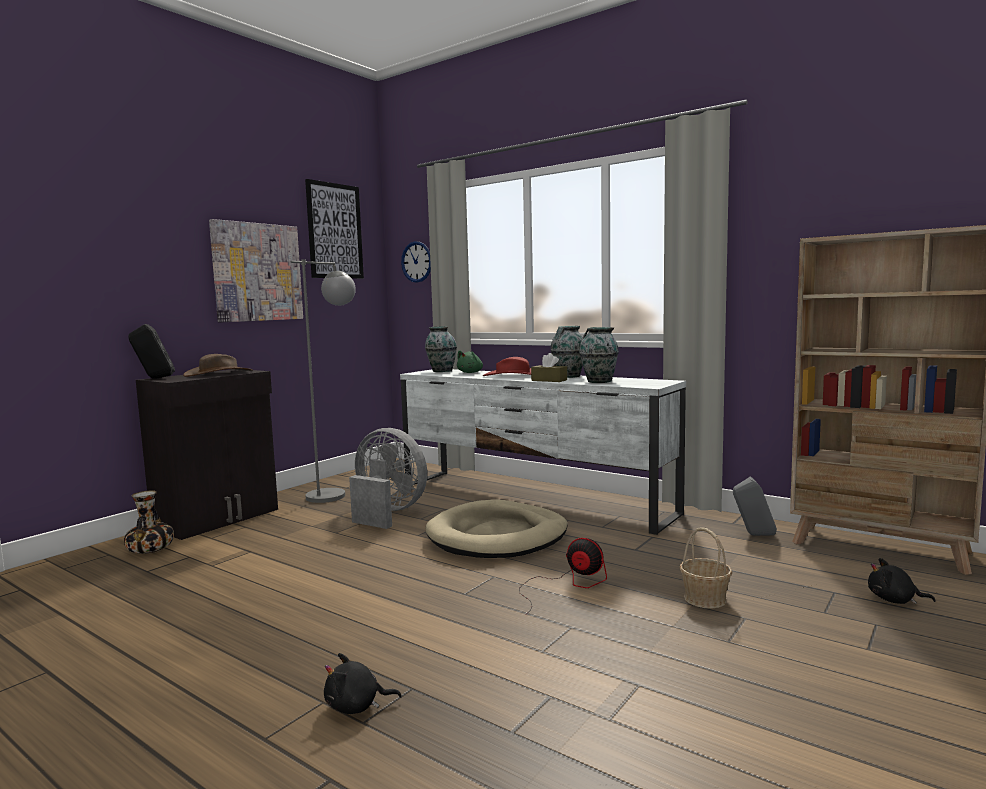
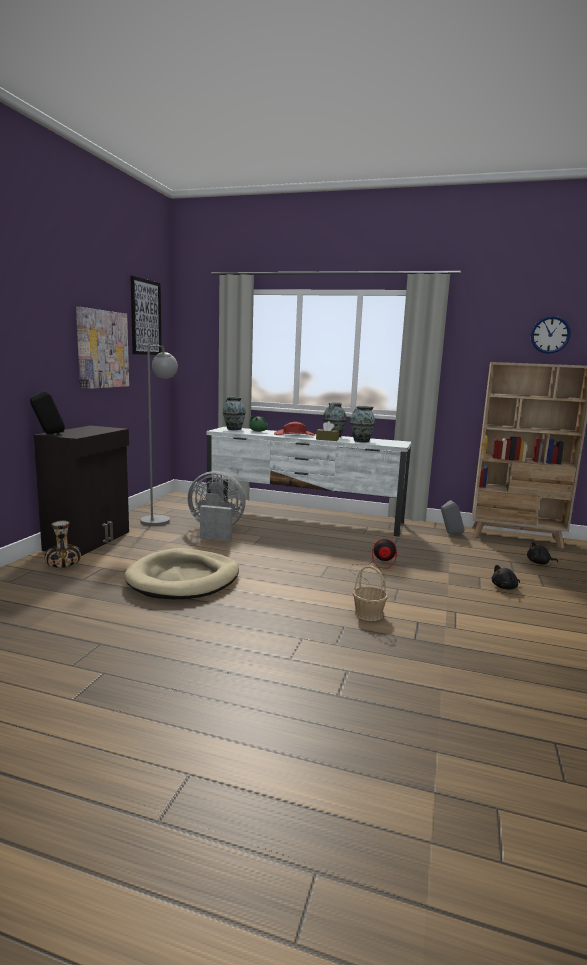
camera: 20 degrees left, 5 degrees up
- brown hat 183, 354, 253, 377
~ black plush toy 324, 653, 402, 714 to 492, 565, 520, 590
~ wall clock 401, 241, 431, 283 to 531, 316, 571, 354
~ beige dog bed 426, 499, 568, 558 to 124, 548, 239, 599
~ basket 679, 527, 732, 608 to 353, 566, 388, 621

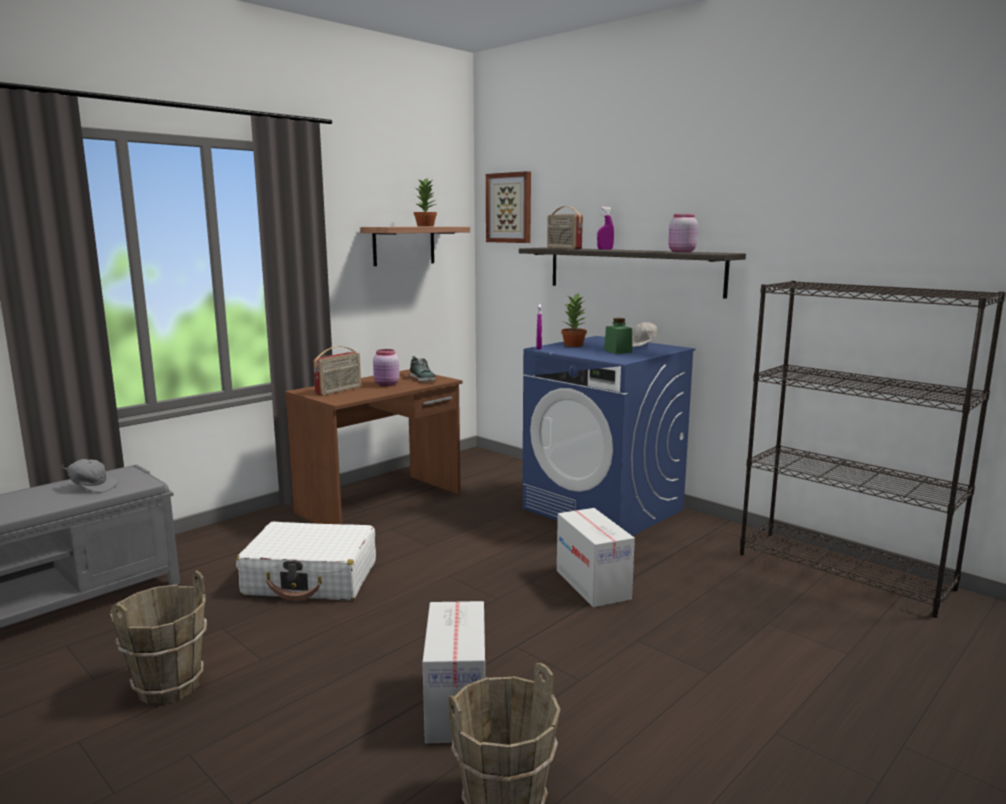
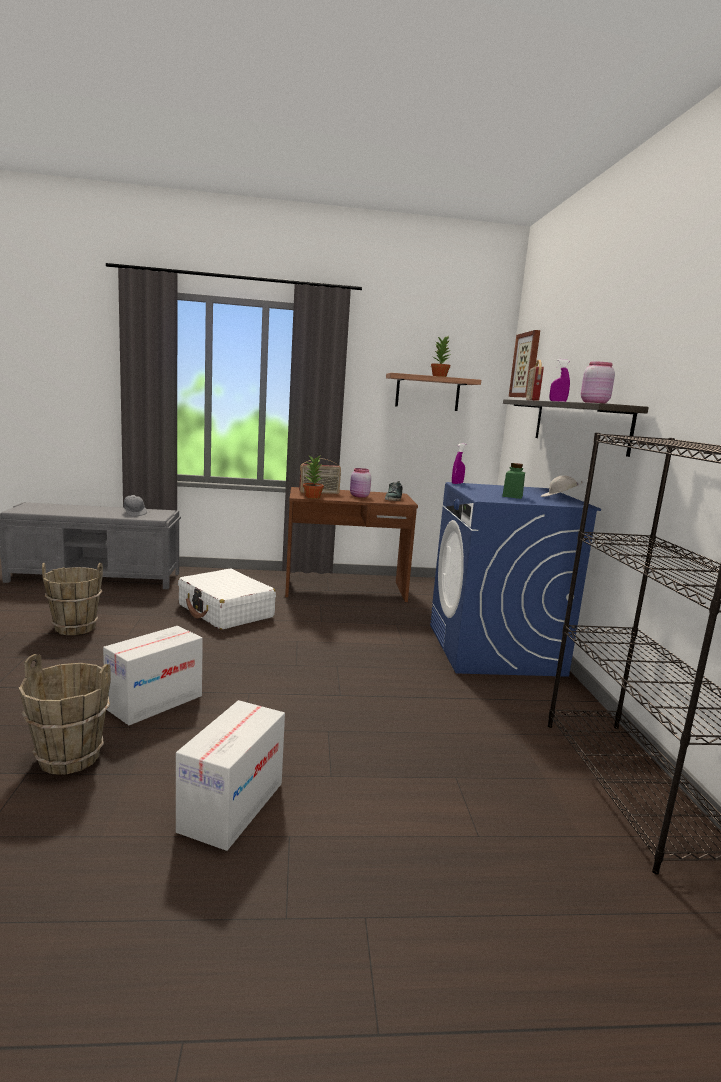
camera: 40 degrees right, 0 degrees up
~ cardboard box 557, 508, 635, 607 to 176, 700, 285, 851
~ potted plant 561, 293, 587, 347 to 303, 456, 324, 499

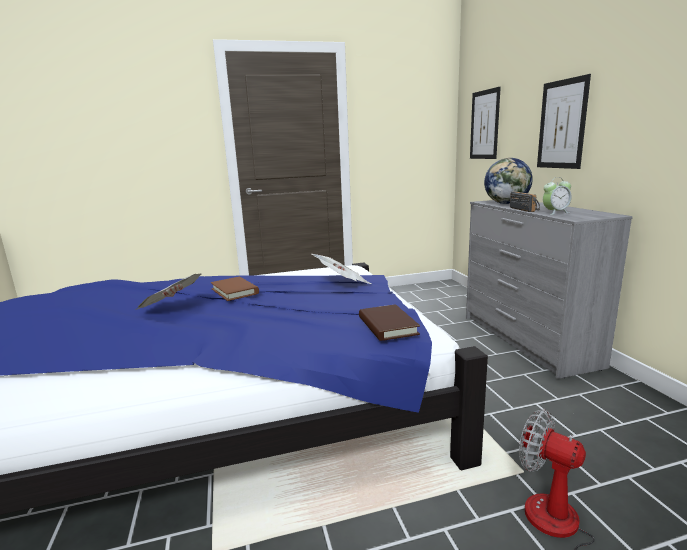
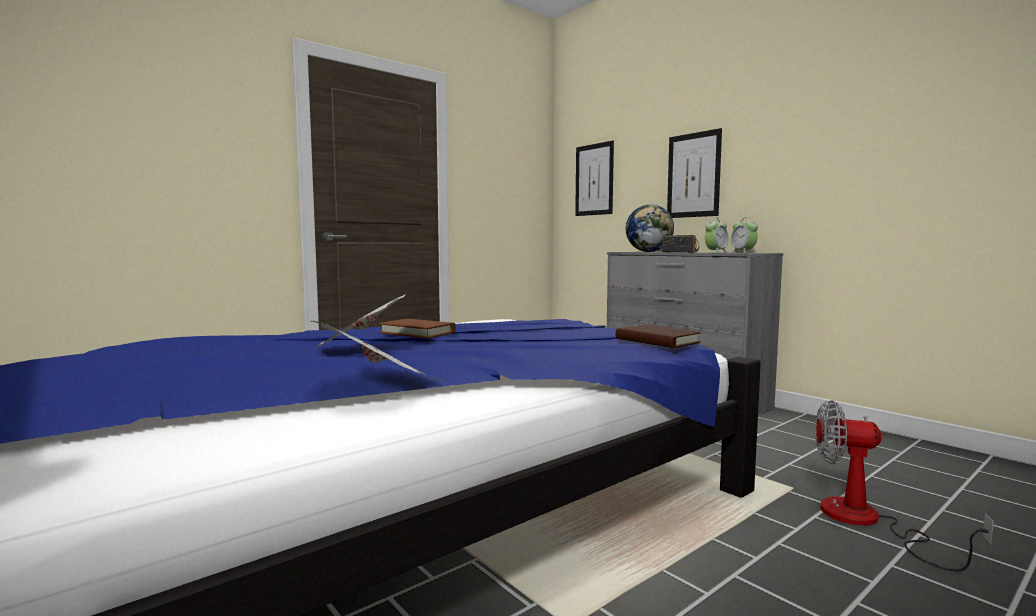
camera: 25 degrees left, 10 degrees down
~ newspaper 311, 254, 371, 284 to 311, 321, 445, 381
+ alarm clock 730, 217, 758, 253

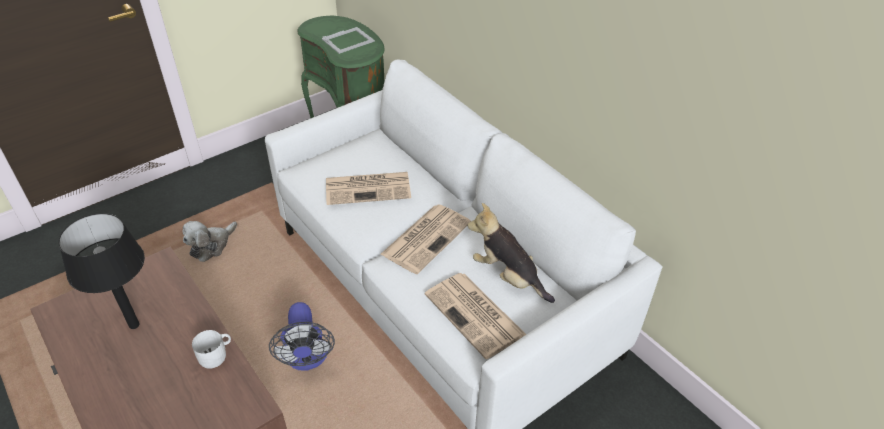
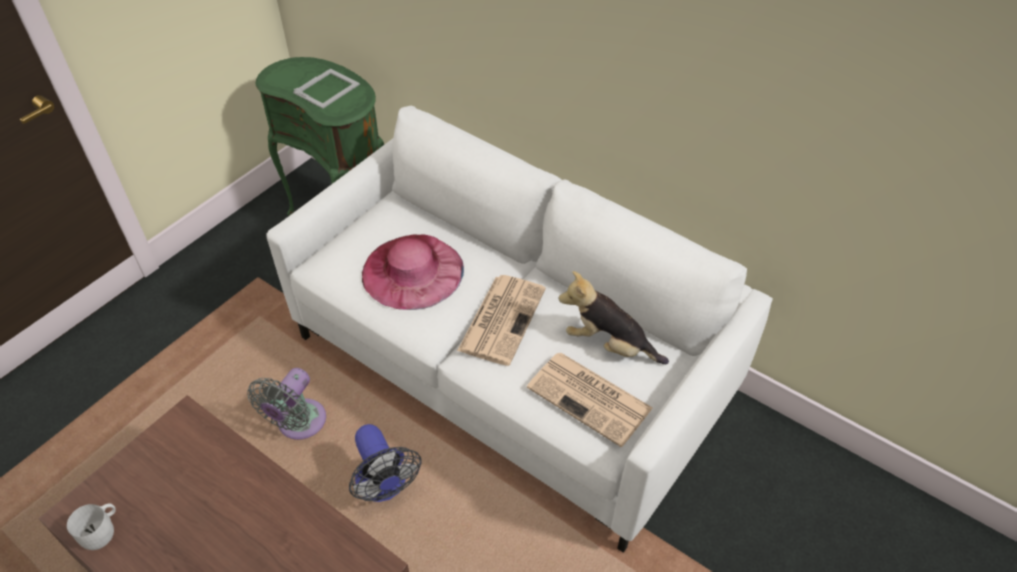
camera: 15 degrees left, 5 degrees up
- black table lamp 58, 213, 145, 329
- plush toy 183, 221, 237, 262
~ white mug 192, 330, 231, 369 to 67, 504, 116, 550
~ newspaper 326, 172, 411, 205 to pink hat 362, 234, 464, 310
+ grey fan 247, 368, 326, 440

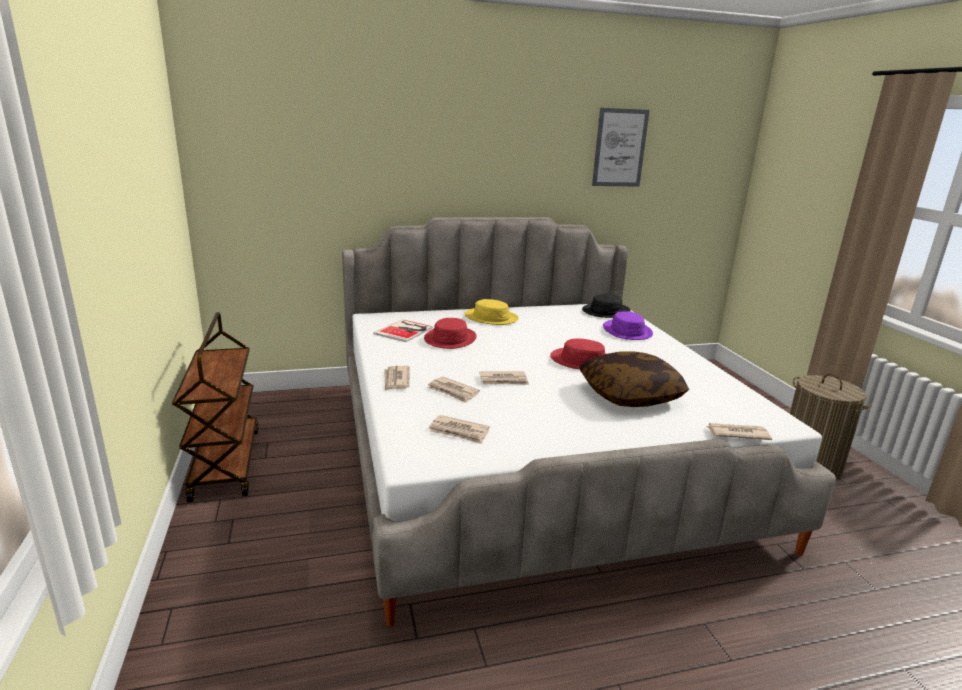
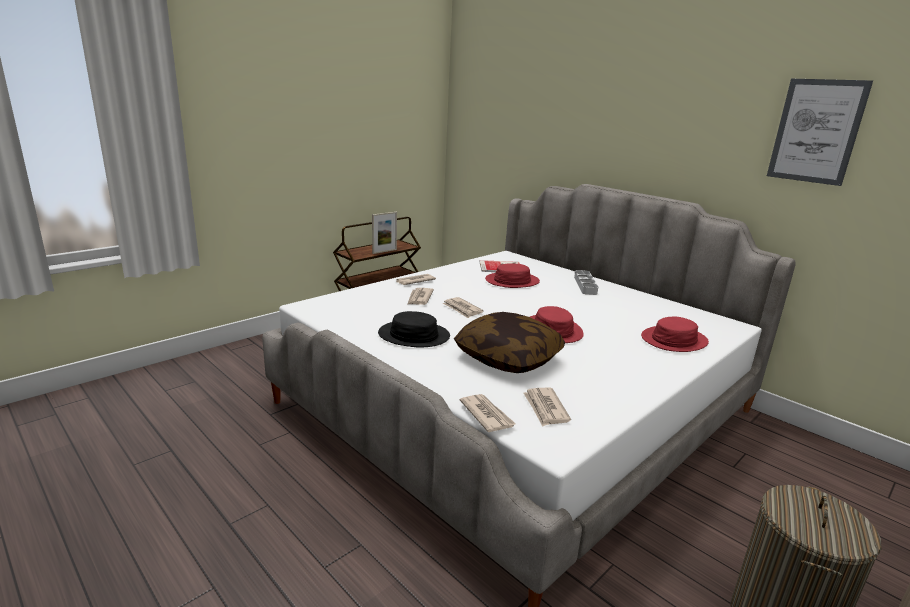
camera: 60 degrees right, 0 degrees up
~ newspaper 429, 415, 490, 444 to 523, 388, 571, 427
~ yellow hat 464, 299, 519, 325 to grey tray 574, 270, 598, 295
~ black hat 582, 294, 631, 318 to 378, 311, 450, 347
~ purple hat 603, 311, 653, 340 to red hat 641, 317, 709, 352
+ picture frame 372, 212, 397, 254

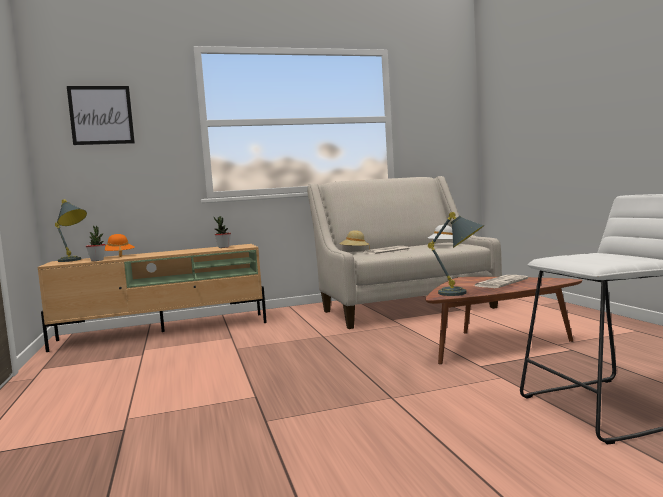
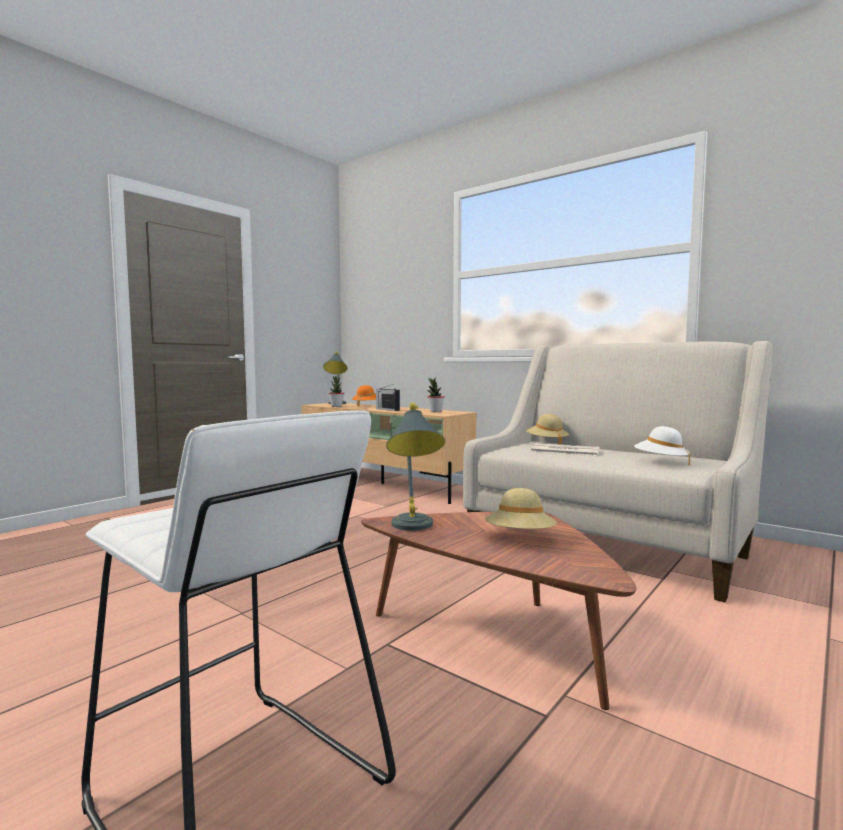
camera: 55 degrees right, 0 degrees up
- picture 67, 86, 135, 145
~ newspaper 475, 275, 528, 288 to beige hat 485, 488, 557, 529
+ radio 376, 384, 400, 411

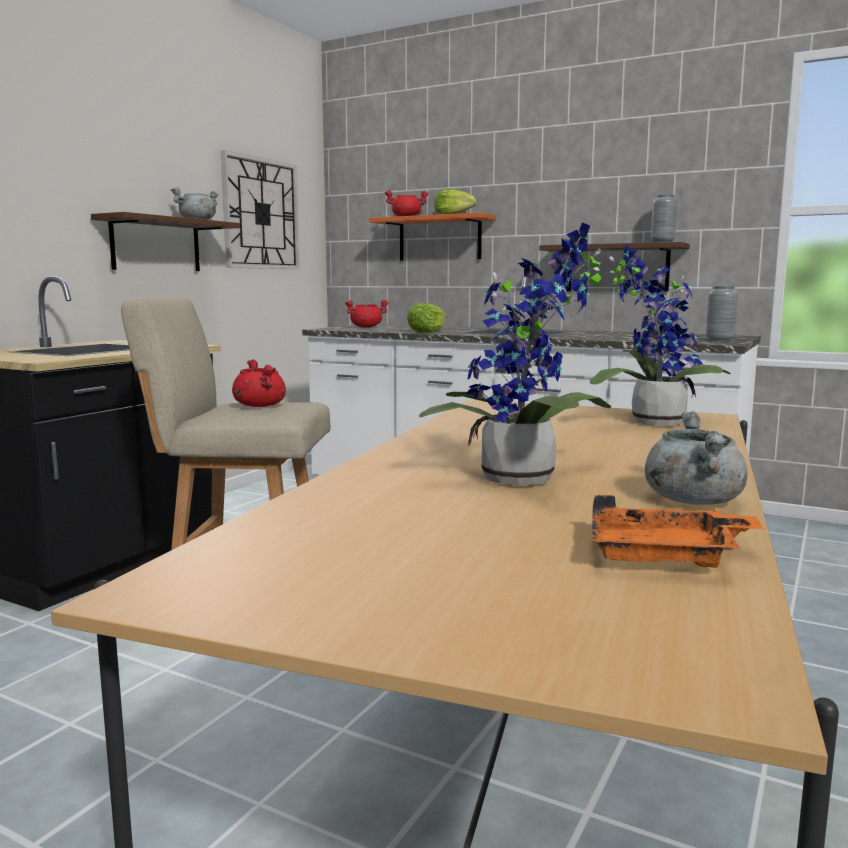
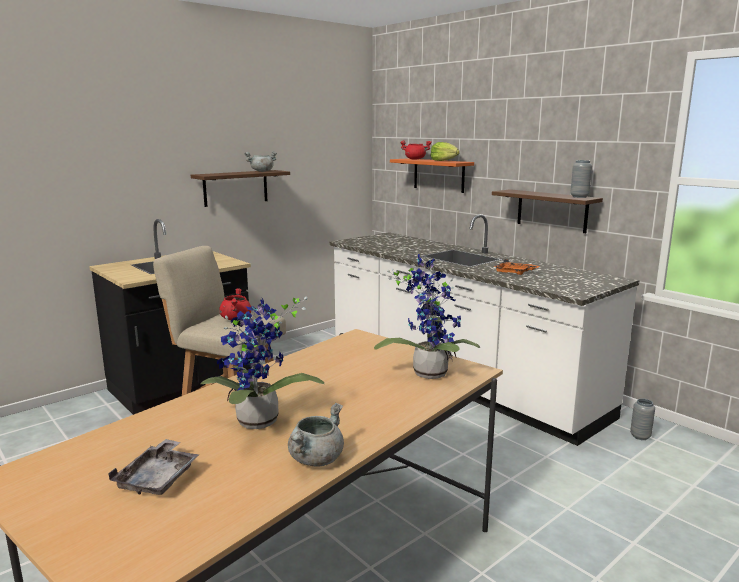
camera: 20 degrees right, 5 degrees up
- wall clock 221, 150, 300, 269
- red cooking pot 345, 300, 389, 328
- lettuce 407, 303, 446, 332
~ orange tray 592, 495, 764, 568 to 494, 259, 540, 275
~ grey vase 706, 286, 738, 342 to 630, 398, 655, 440
+ grey tray 108, 439, 199, 495

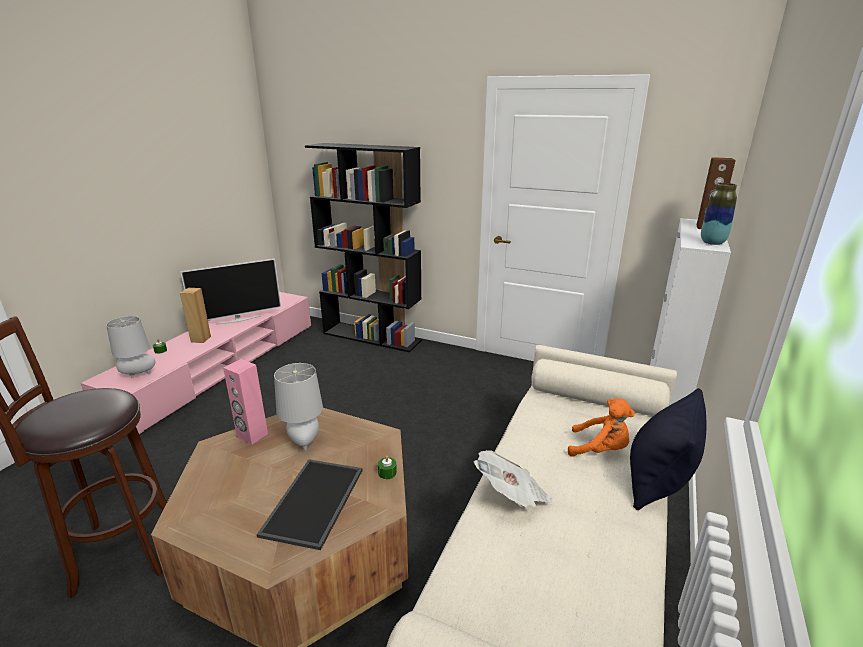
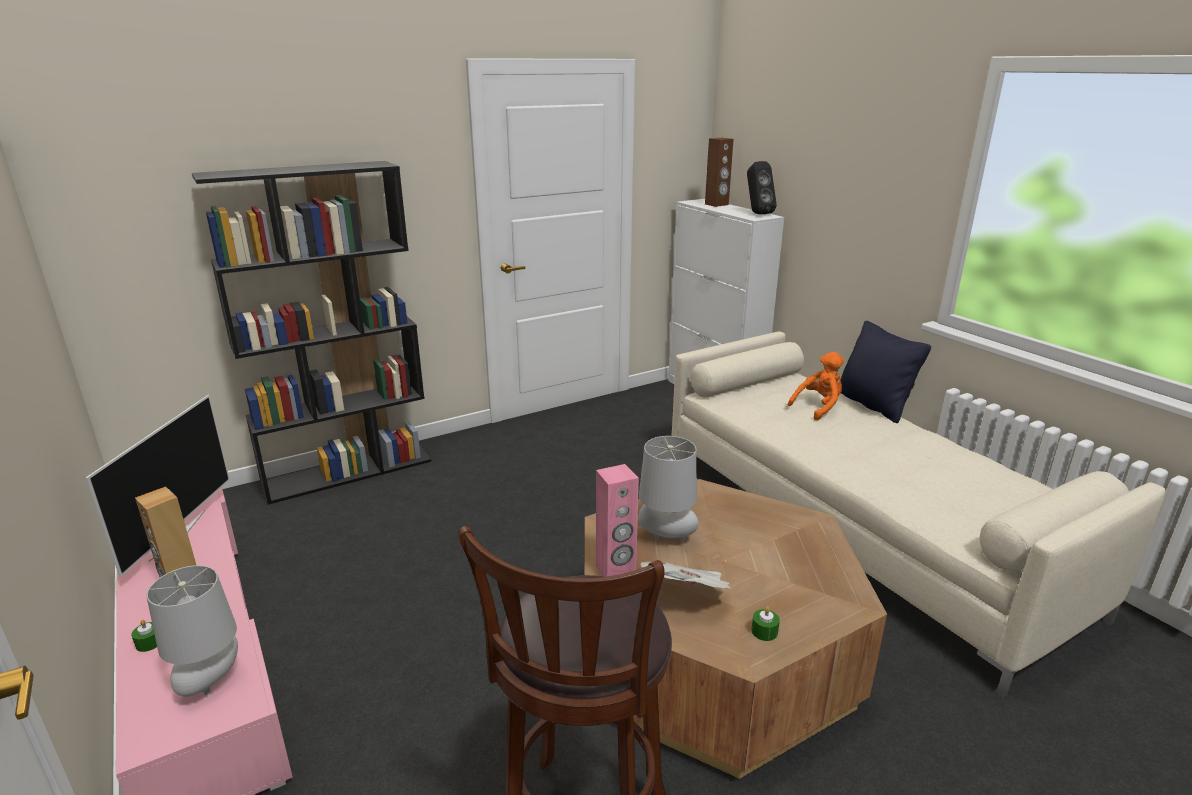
camera: 55 degrees left, 0 degrees up
- tray 257, 459, 363, 550
~ green candle 378, 455, 397, 479 to 751, 607, 780, 641
~ newspaper 474, 450, 552, 507 to 640, 562, 732, 589
~ vase 701, 183, 737, 245 to black speaker 747, 161, 777, 214

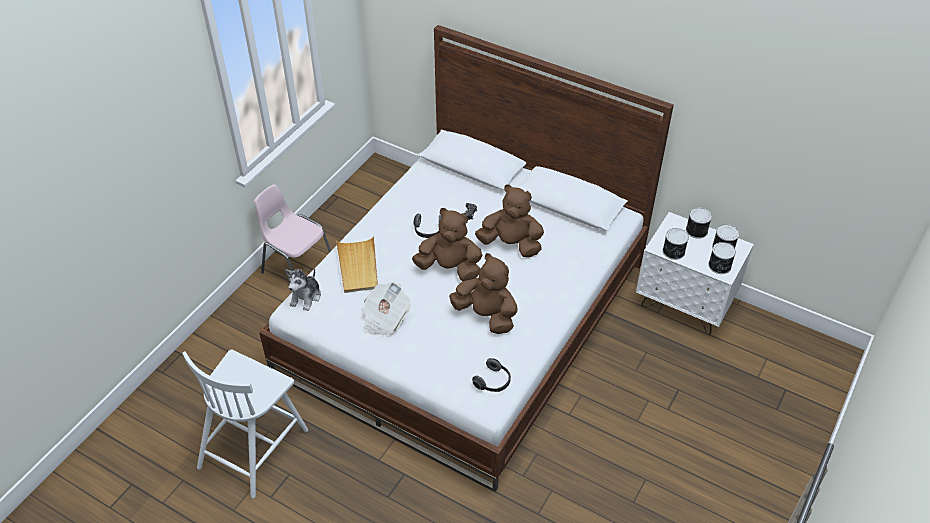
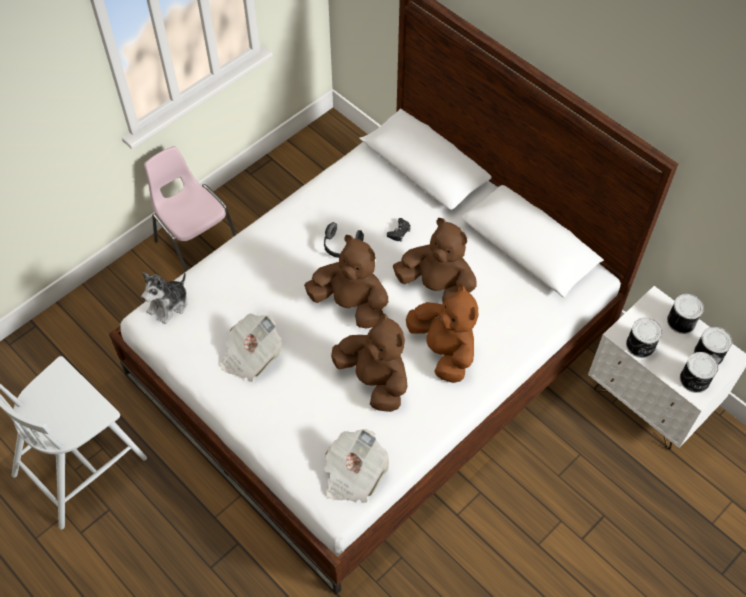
camera: 15 degrees right, 10 degrees up
- beige tray 336, 236, 378, 293
~ headphones 472, 358, 511, 392 to newspaper 324, 429, 389, 503
+ brown plush toy 406, 284, 478, 383

